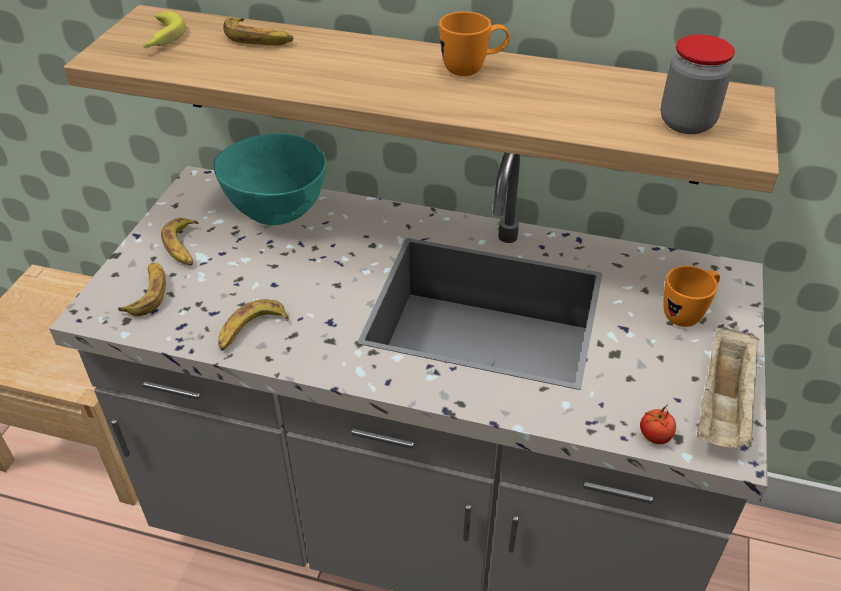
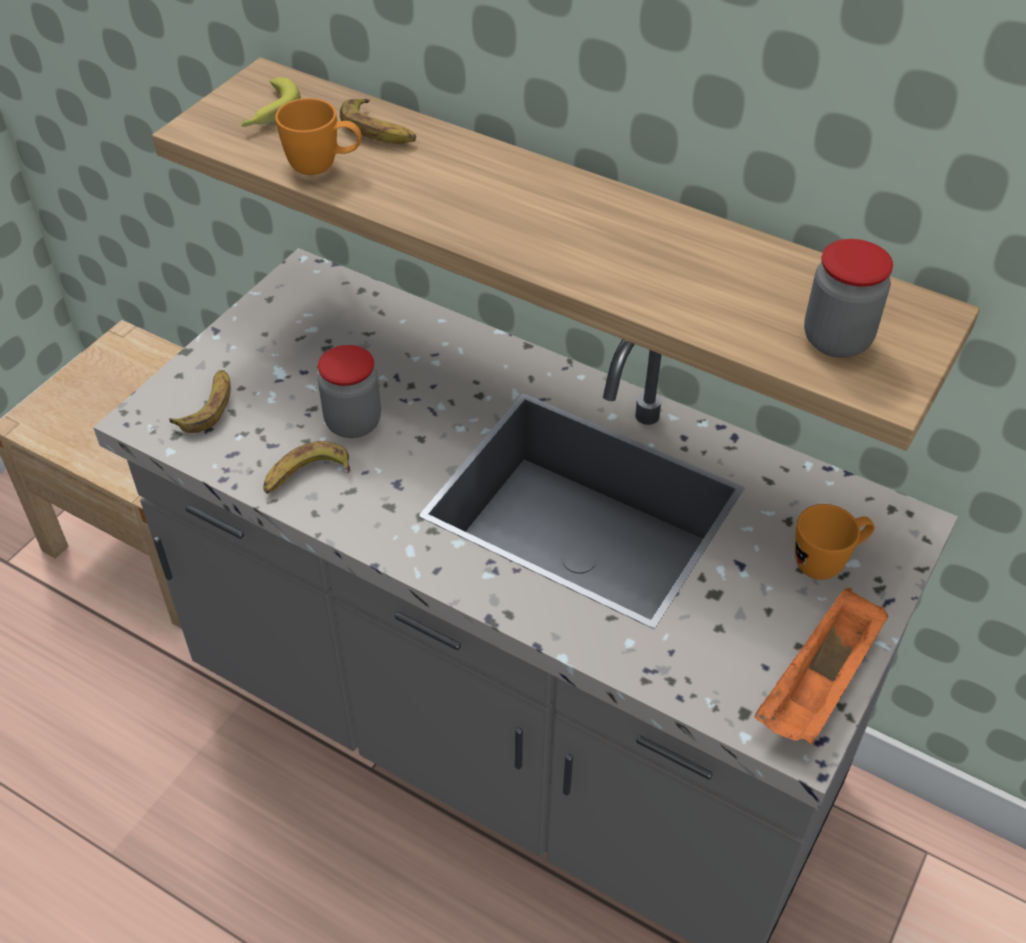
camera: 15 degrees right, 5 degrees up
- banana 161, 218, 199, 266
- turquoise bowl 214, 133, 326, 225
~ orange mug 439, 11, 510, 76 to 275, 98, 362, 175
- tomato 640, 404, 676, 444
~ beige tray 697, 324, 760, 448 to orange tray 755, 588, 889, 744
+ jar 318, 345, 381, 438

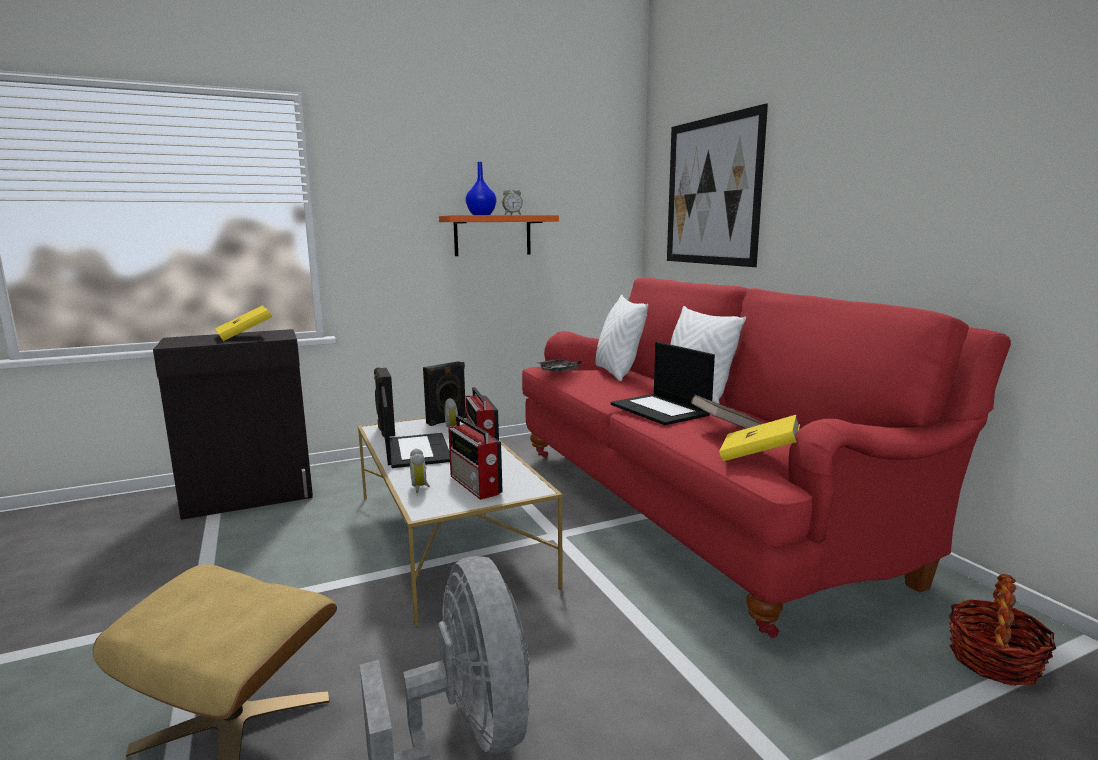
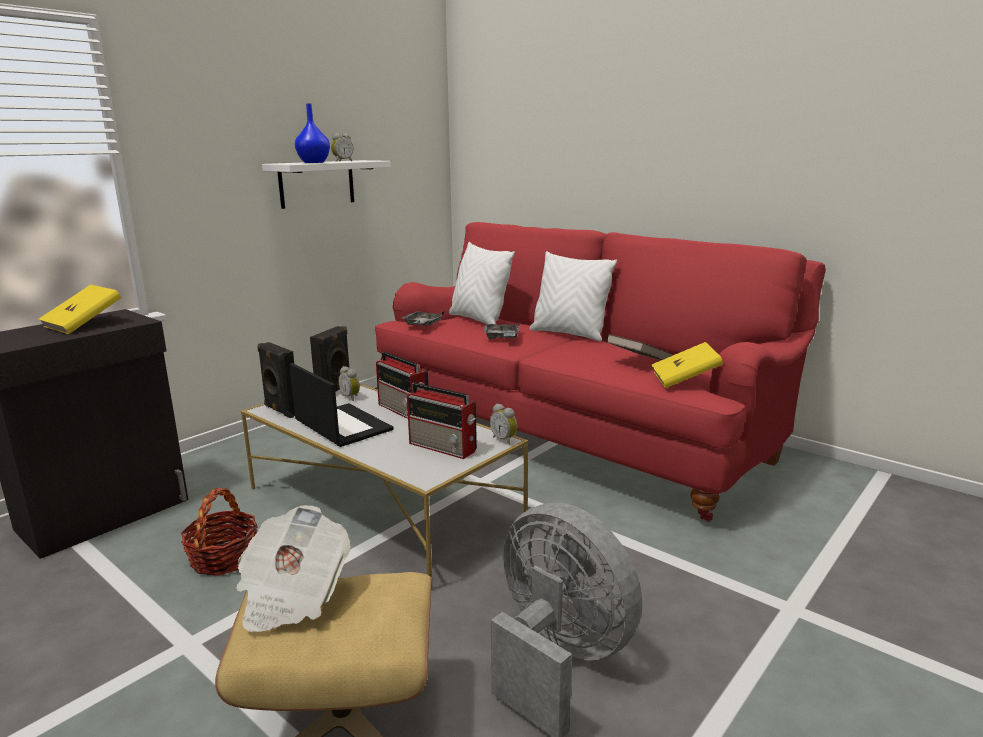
camera: 25 degrees left, 5 degrees up
~ alarm clock 410, 448, 430, 493 to 490, 404, 517, 445
~ orange shelf 439, 215, 559, 256 to white shelf 262, 160, 391, 209
- laptop 611, 342, 715, 425
- picture 667, 104, 768, 267
~ basket 949, 574, 1056, 686 to 181, 488, 258, 576
+ newspaper 236, 505, 351, 632
+ grey tray 483, 322, 519, 339

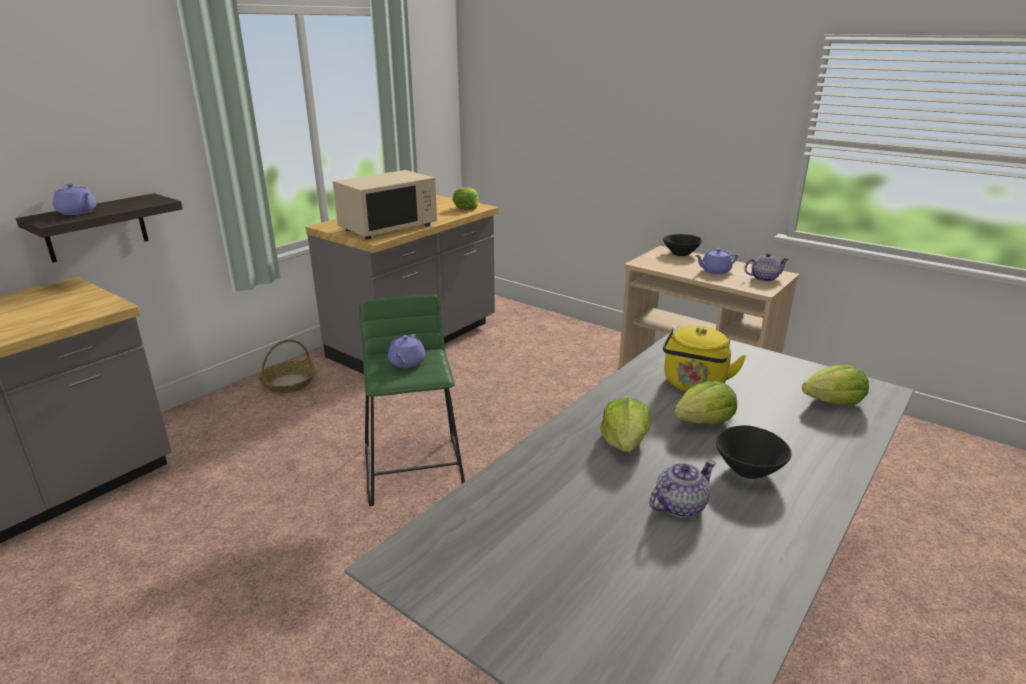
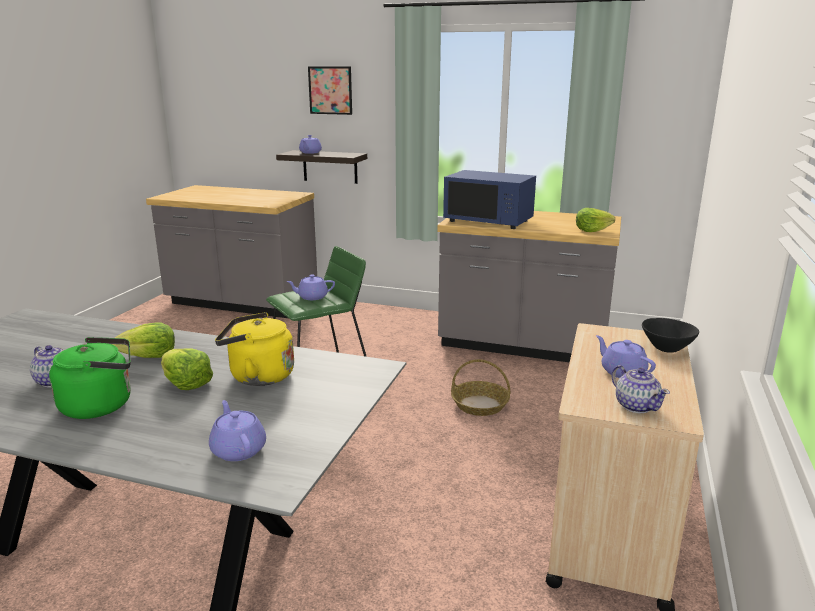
camera: 70 degrees right, 5 degrees down
~ basket 258, 339, 316, 393 to 451, 359, 510, 416
~ beige microwave 333, 170, 437, 239 to blue microwave 443, 170, 536, 229
~ black bowl 716, 425, 792, 479 to green kettle 49, 337, 131, 419
~ lettuce 802, 365, 869, 405 to purple teapot 209, 400, 266, 461
+ picture 308, 66, 352, 115

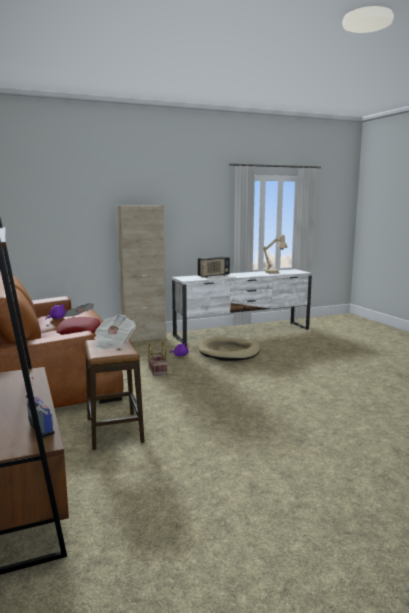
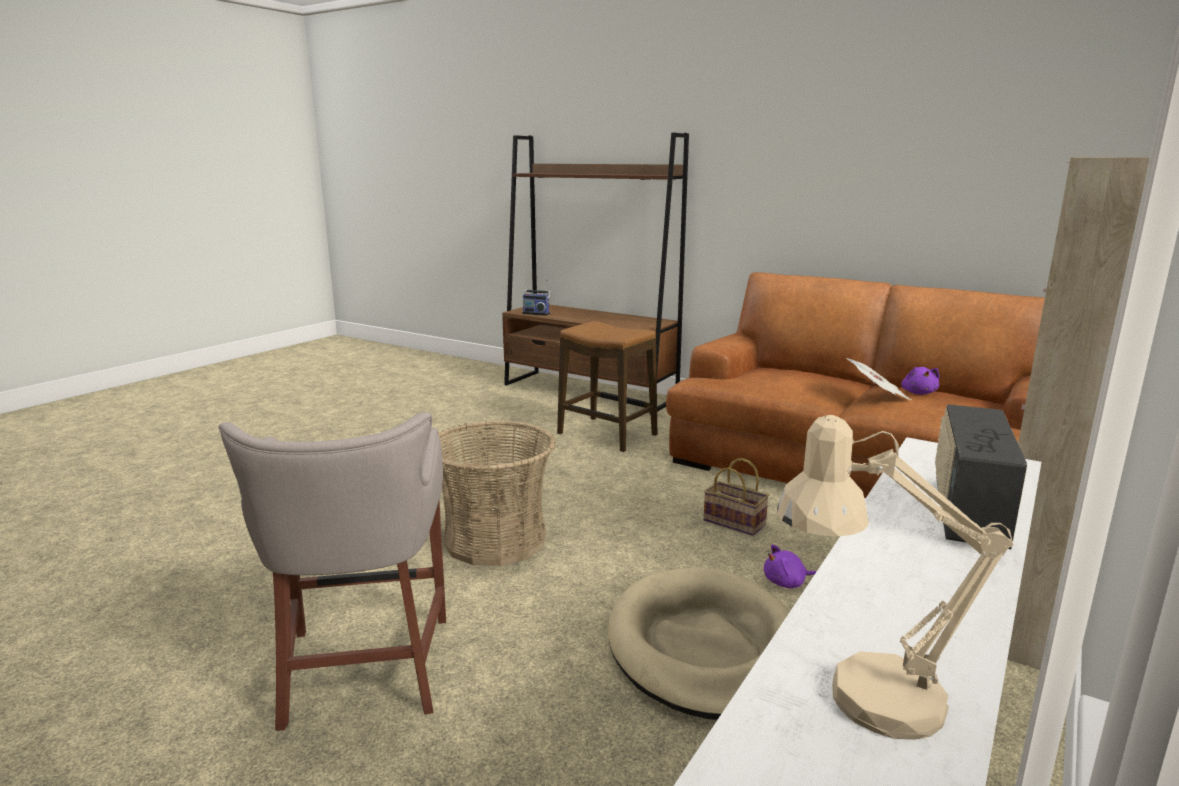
camera: 145 degrees right, 5 degrees up
- red pillow 57, 317, 100, 335
- newspaper 94, 315, 136, 350
+ grey stool 218, 412, 446, 731
+ basket 438, 420, 556, 566

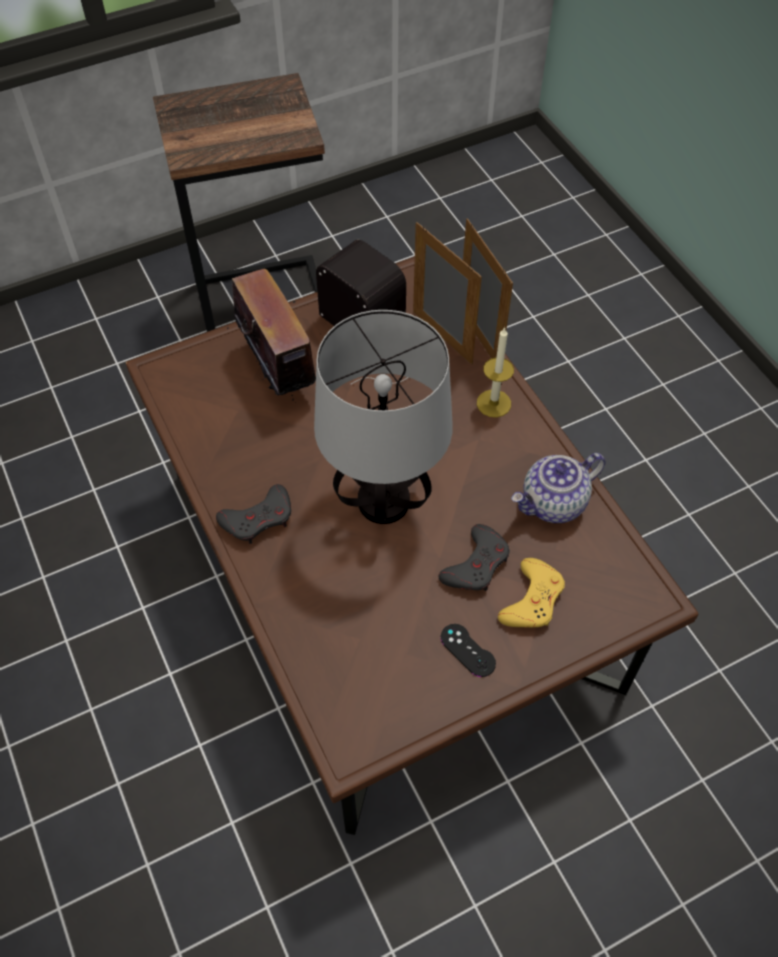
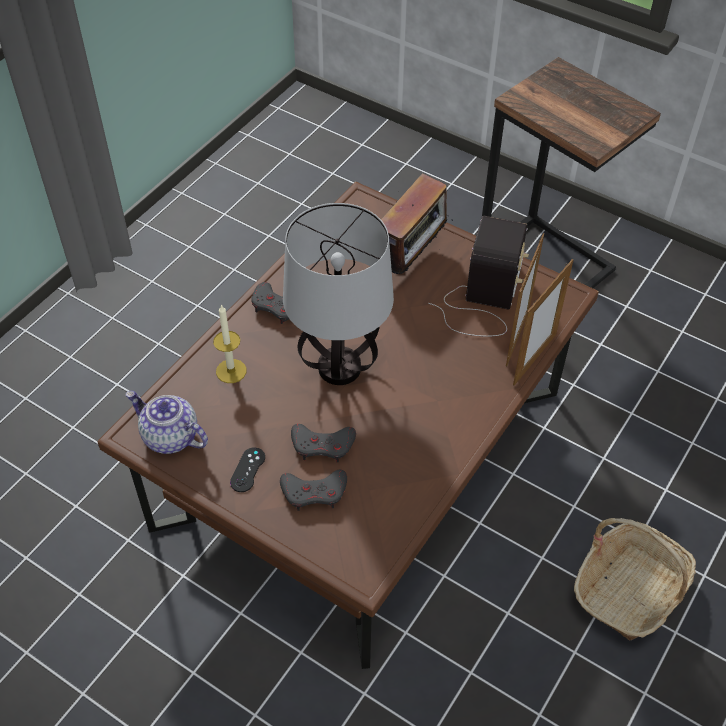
camera: 60 degrees right, 5 degrees down
~ candle 477, 327, 514, 418 to 213, 304, 247, 383
~ yellow game controller 498, 558, 565, 628 to grey game controller 280, 470, 347, 511
~ teapot 511, 453, 605, 523 to 126, 391, 208, 454
+ basket 574, 518, 696, 640

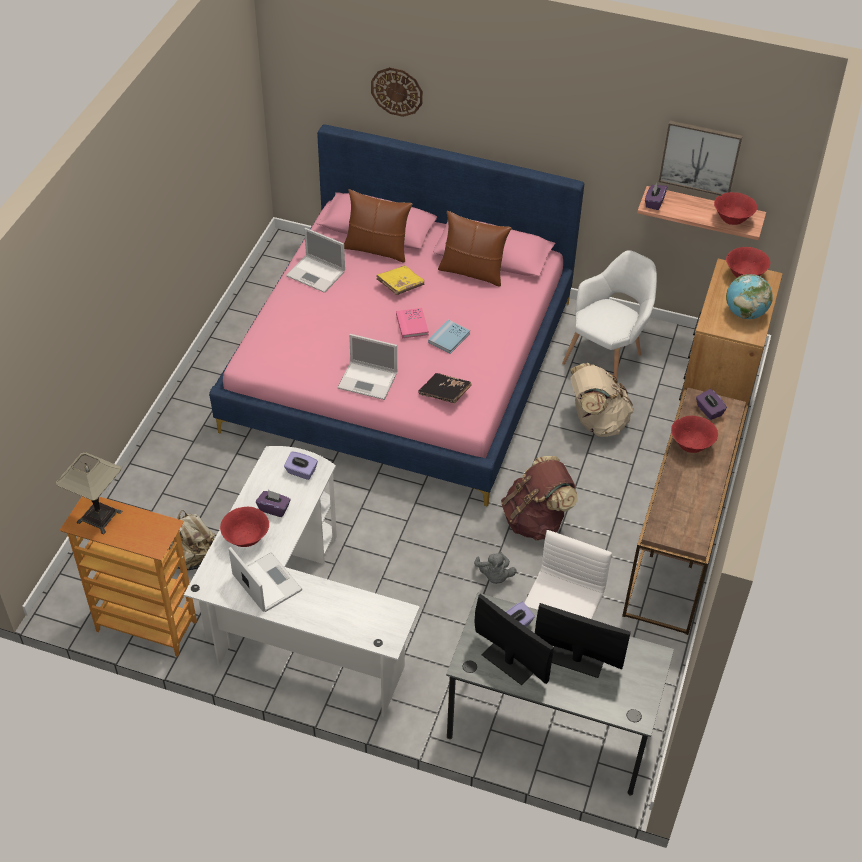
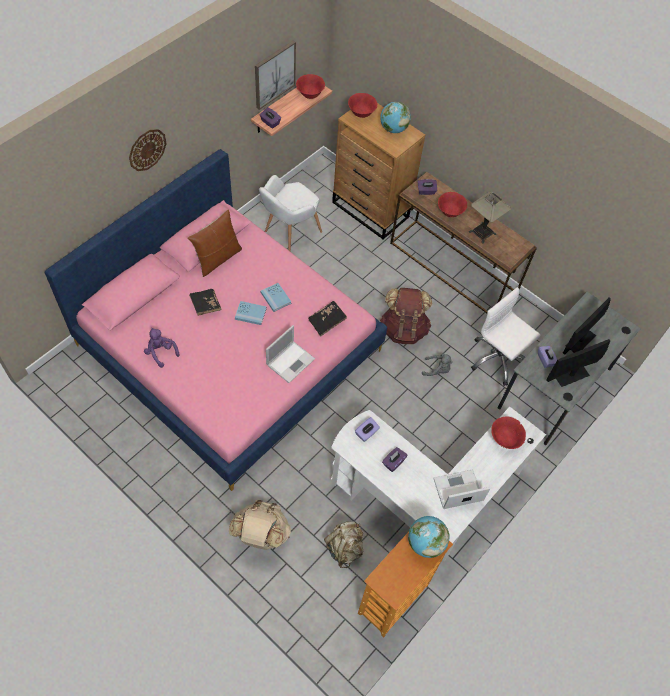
camera: 70 degrees left, 10 degrees up
~ table lamp 56, 452, 122, 534 to 469, 192, 511, 244
~ red bowl 220, 507, 269, 547 to 491, 416, 526, 449
~ laptop 286, 228, 345, 293 to purple plush toy 144, 328, 179, 368
- brown pillow 344, 189, 412, 263
~ wall clock 371, 67, 423, 117 to 129, 129, 167, 171
~ yellow book 377, 265, 424, 295 to black book 189, 289, 221, 316
~ pink book 396, 308, 429, 338 to blue book 235, 301, 267, 325
~ white armchair 562, 250, 657, 378 = 259, 175, 322, 252 105 degrees counterclockwise
~ beige backpack 570, 363, 633, 437 to 229, 500, 291, 550
+ globe 408, 516, 449, 558

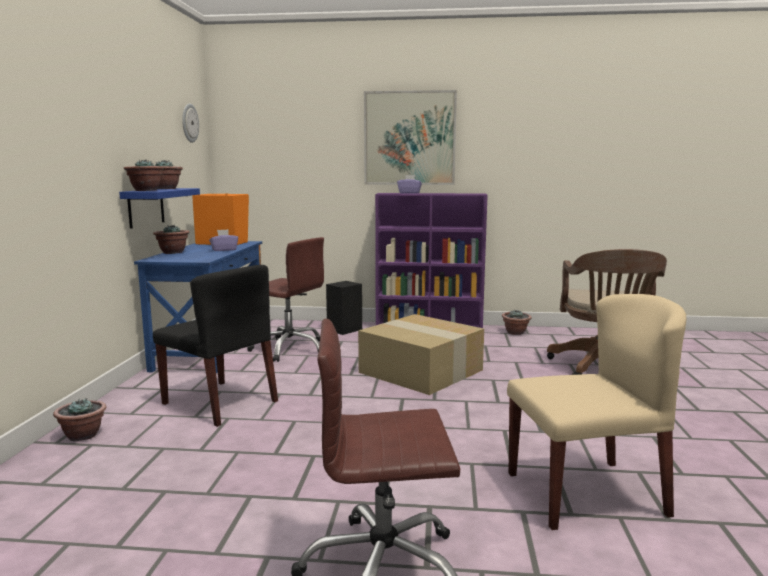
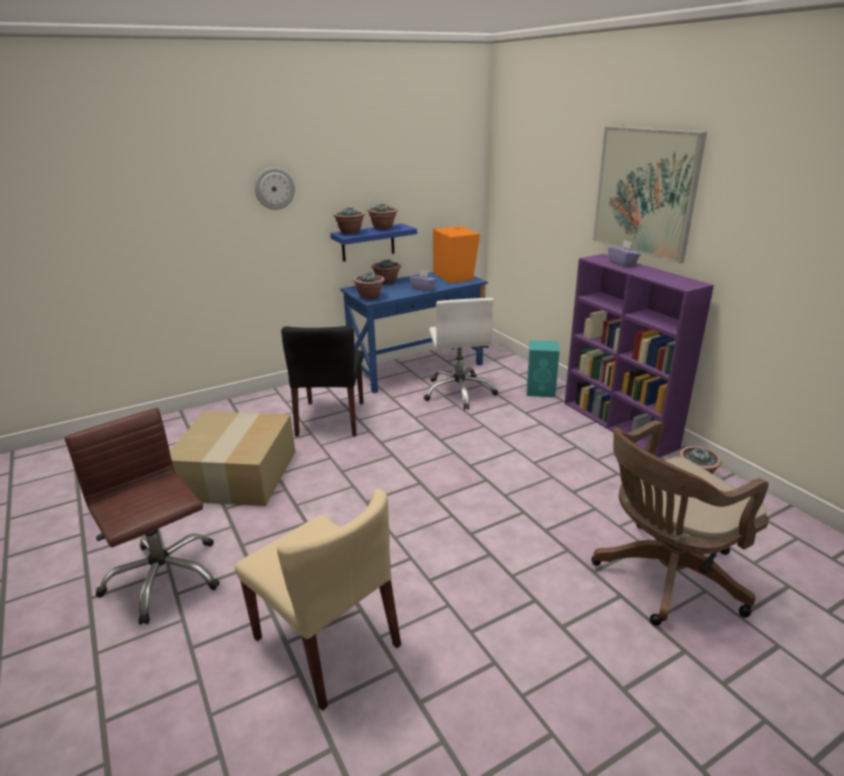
camera: 55 degrees right, 15 degrees up
~ potted plant 53, 398, 106, 441 to 353, 272, 385, 300
~ wall clock 182, 103, 199, 143 to 255, 167, 295, 210
~ brown office chair 247, 237, 324, 362 to white office chair 424, 298, 498, 410
~ black speaker 326, 281, 362, 335 to turquoise speaker 527, 340, 560, 398
~ cardboard box 358, 314, 484, 395 to 170, 411, 295, 506

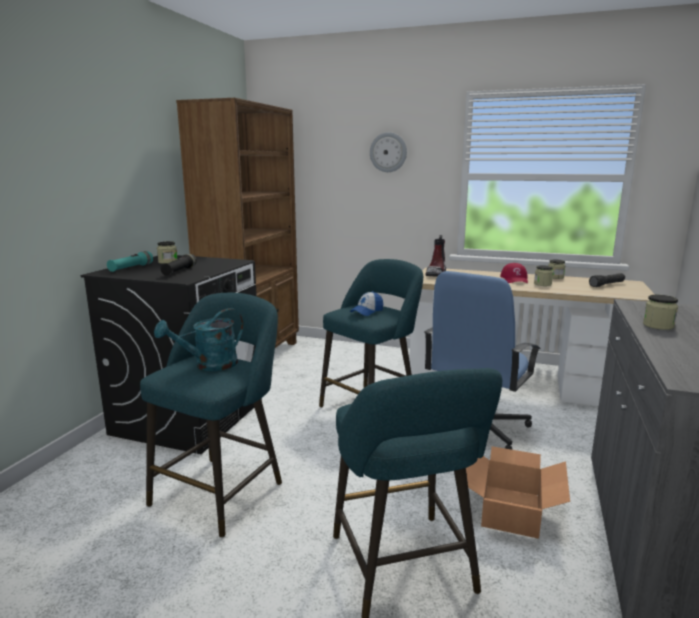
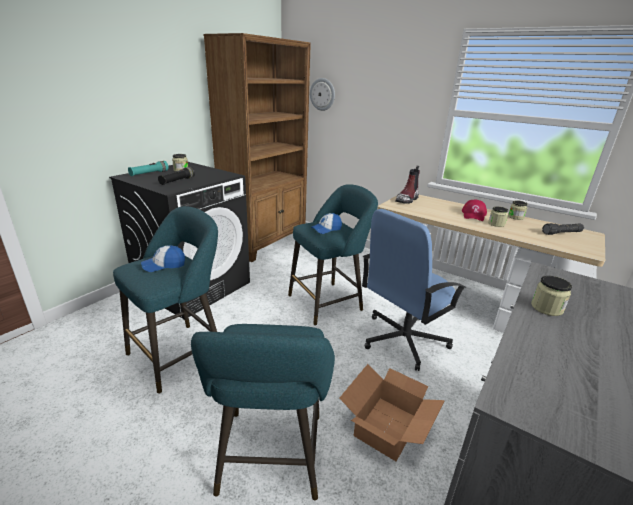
camera: 15 degrees right, 10 degrees up
~ turquoise watering can 154, 308, 244, 371 to cap 141, 245, 185, 272
~ wall clock 370, 132, 407, 172 to 310, 78, 335, 111

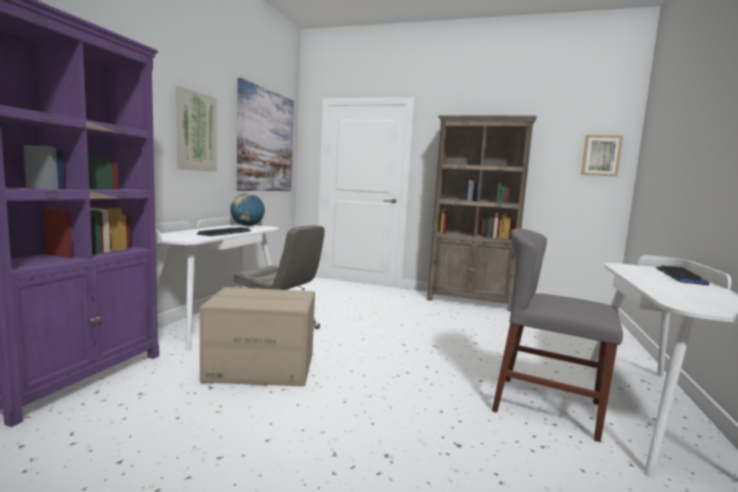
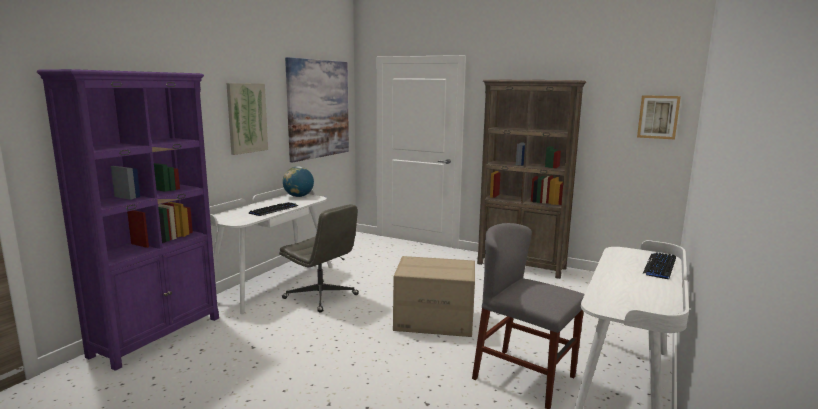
camera: 10 degrees right, 5 degrees up
~ cardboard box 200, 287, 315, 386 to 393, 256, 475, 337

